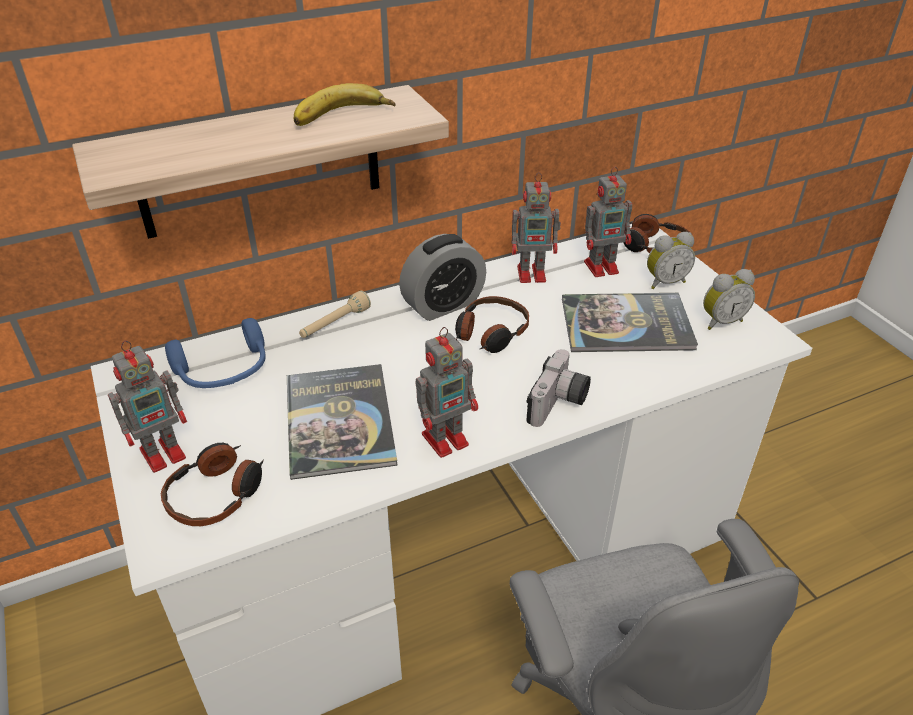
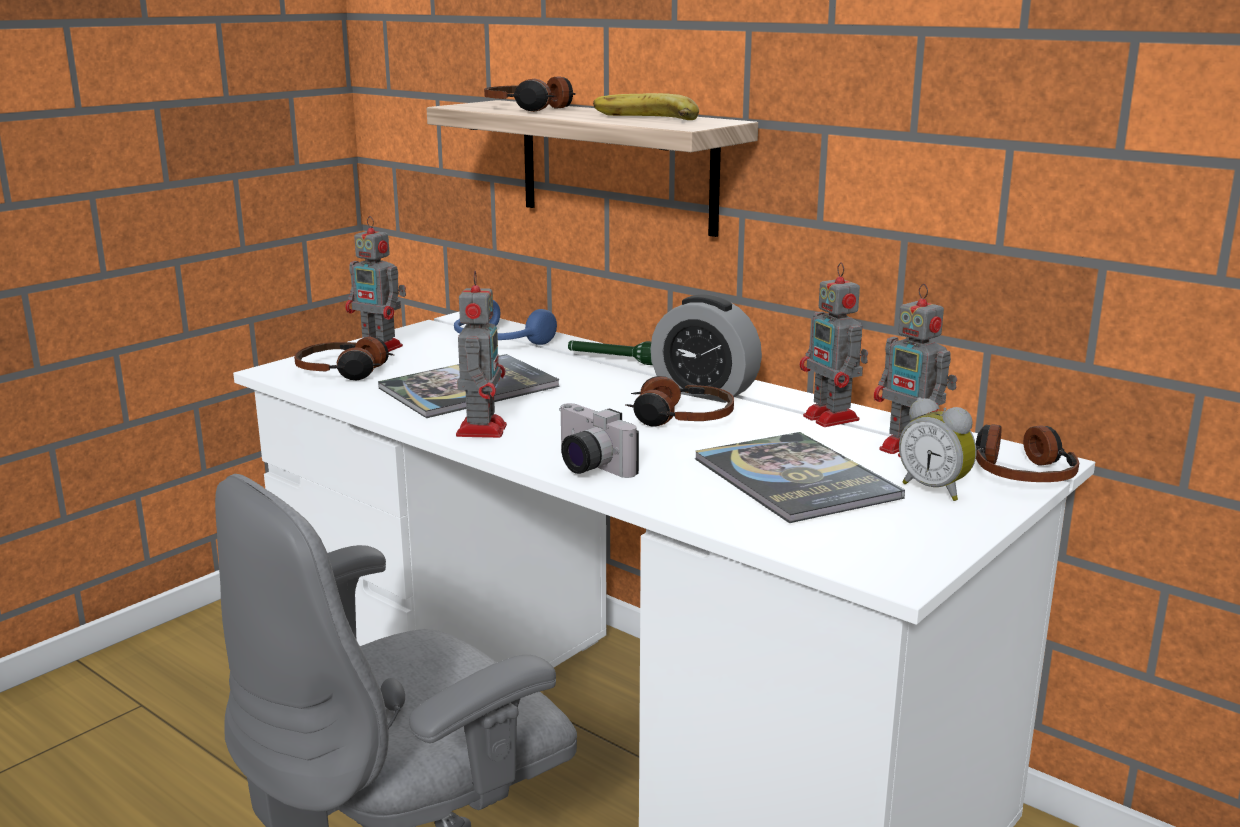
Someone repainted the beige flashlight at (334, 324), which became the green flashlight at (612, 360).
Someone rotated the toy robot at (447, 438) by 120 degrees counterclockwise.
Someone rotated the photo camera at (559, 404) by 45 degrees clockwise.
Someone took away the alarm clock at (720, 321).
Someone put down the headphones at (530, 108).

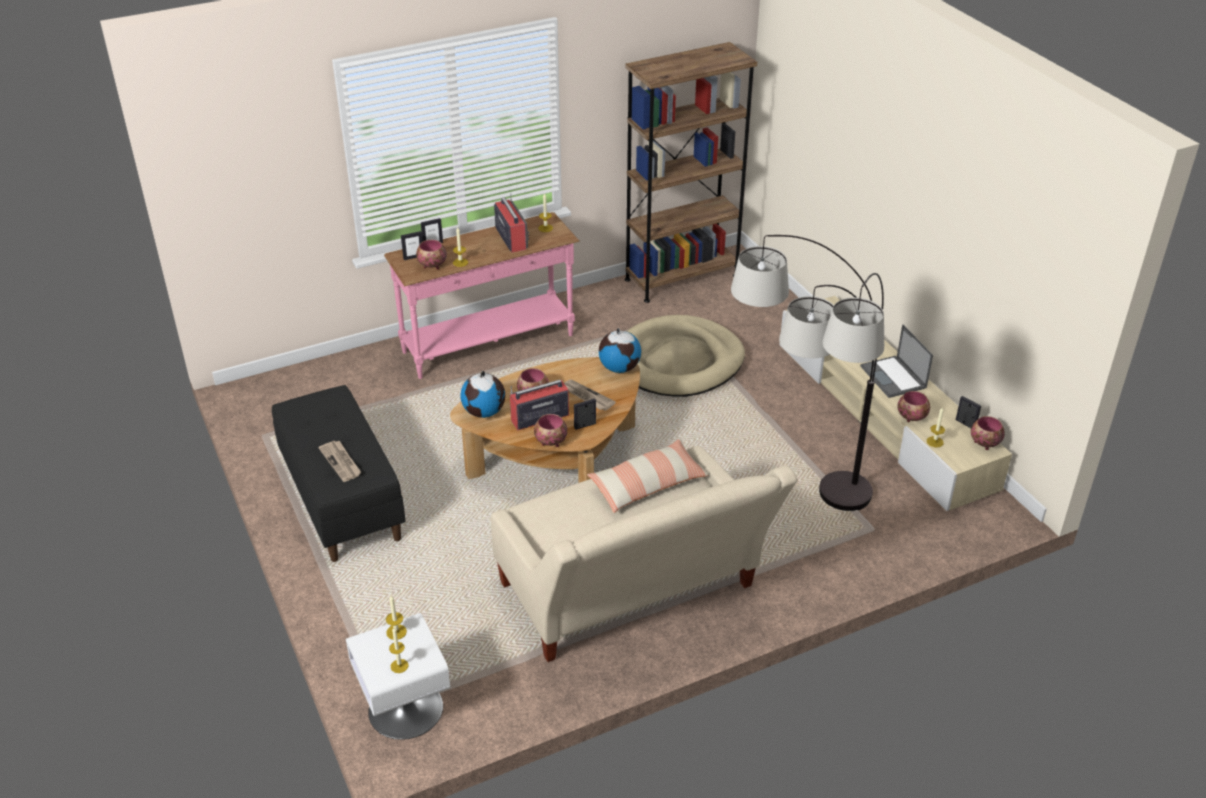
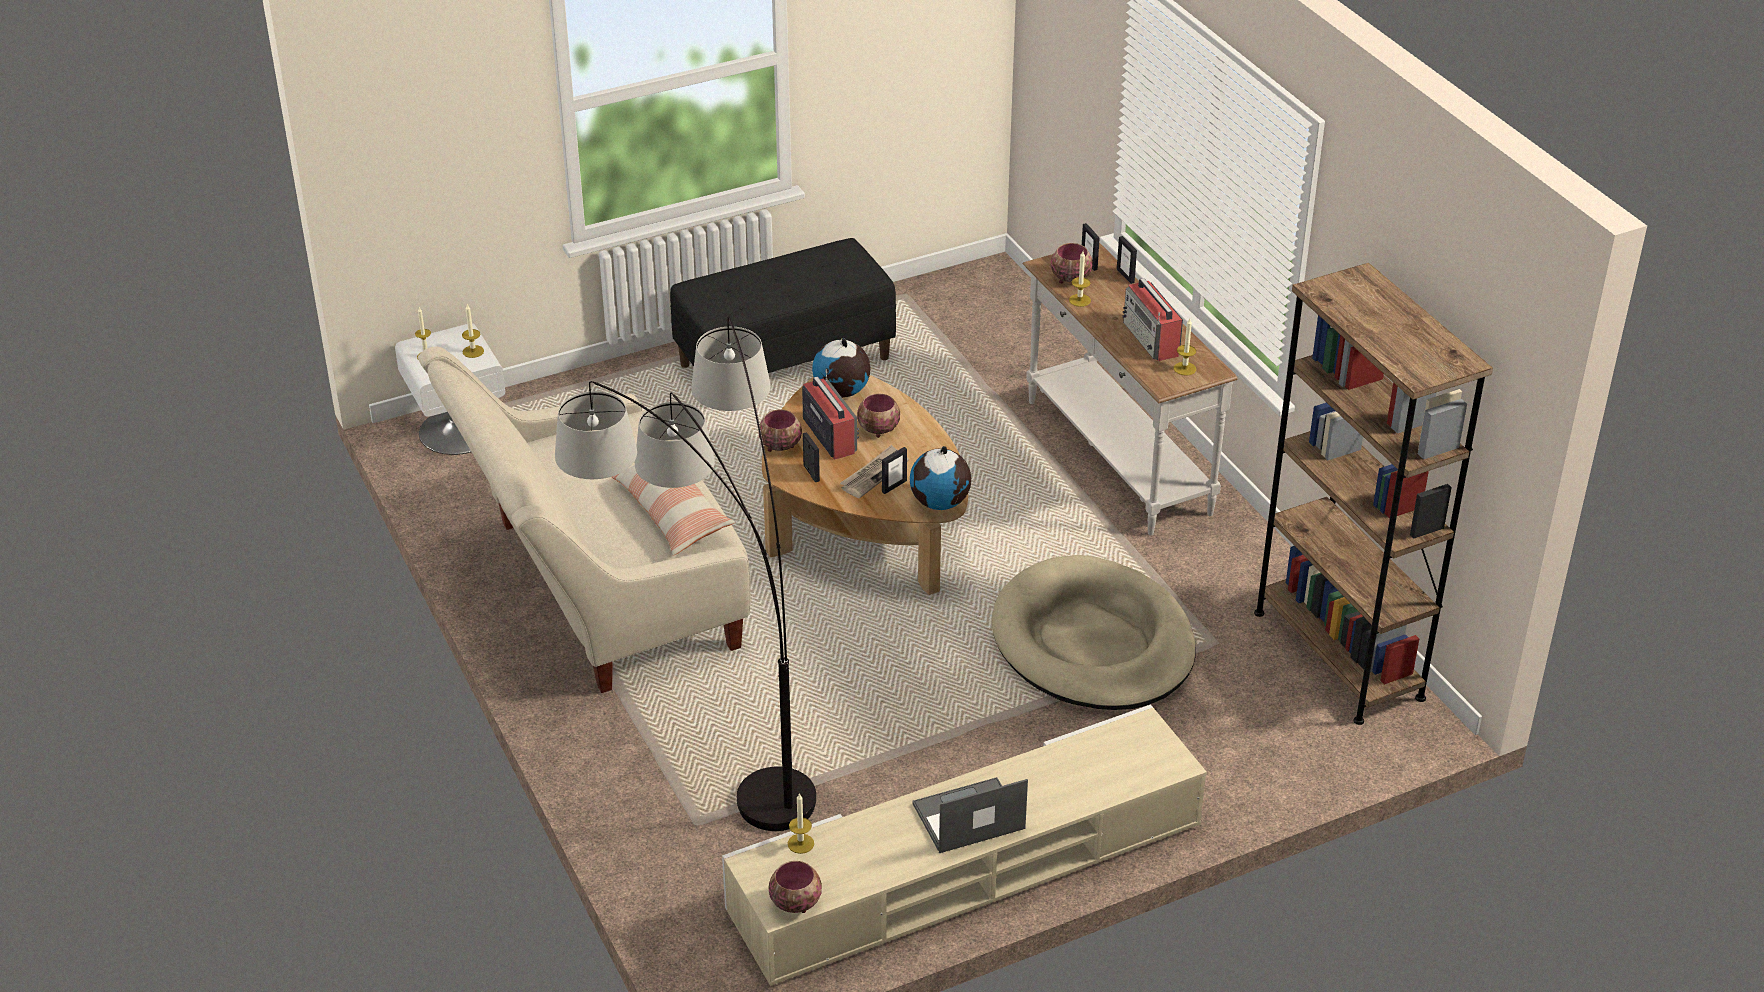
Someone took away the newspaper at (341, 462).
Someone repainted the pink console table at (489, 344), which became the white console table at (1116, 457).
Someone rotated the radio at (511, 238) by 90 degrees clockwise.
Someone took away the bowl at (912, 417).
Someone carried the picture frame from (965, 424) to (894, 486).

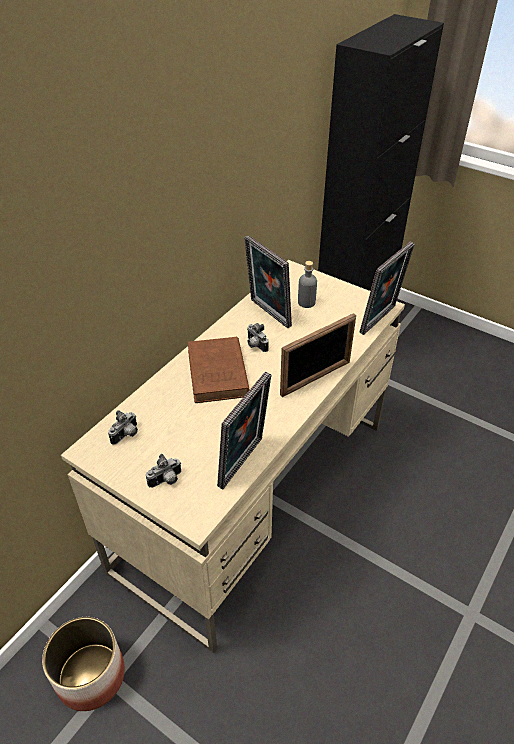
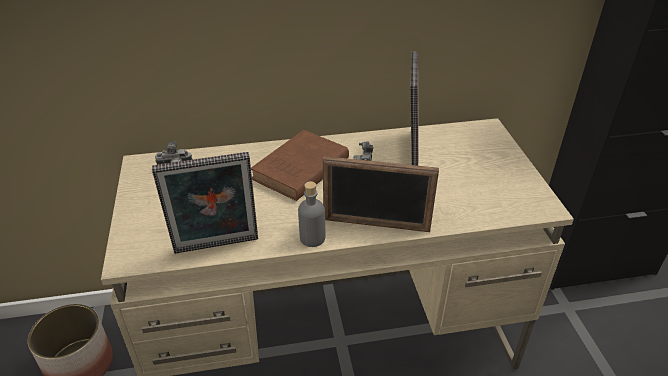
Someone took away the photo camera at (166, 481).
Someone carried the grey bottle from (306, 302) to (312, 238).
Someone took away the picture frame at (380, 321).

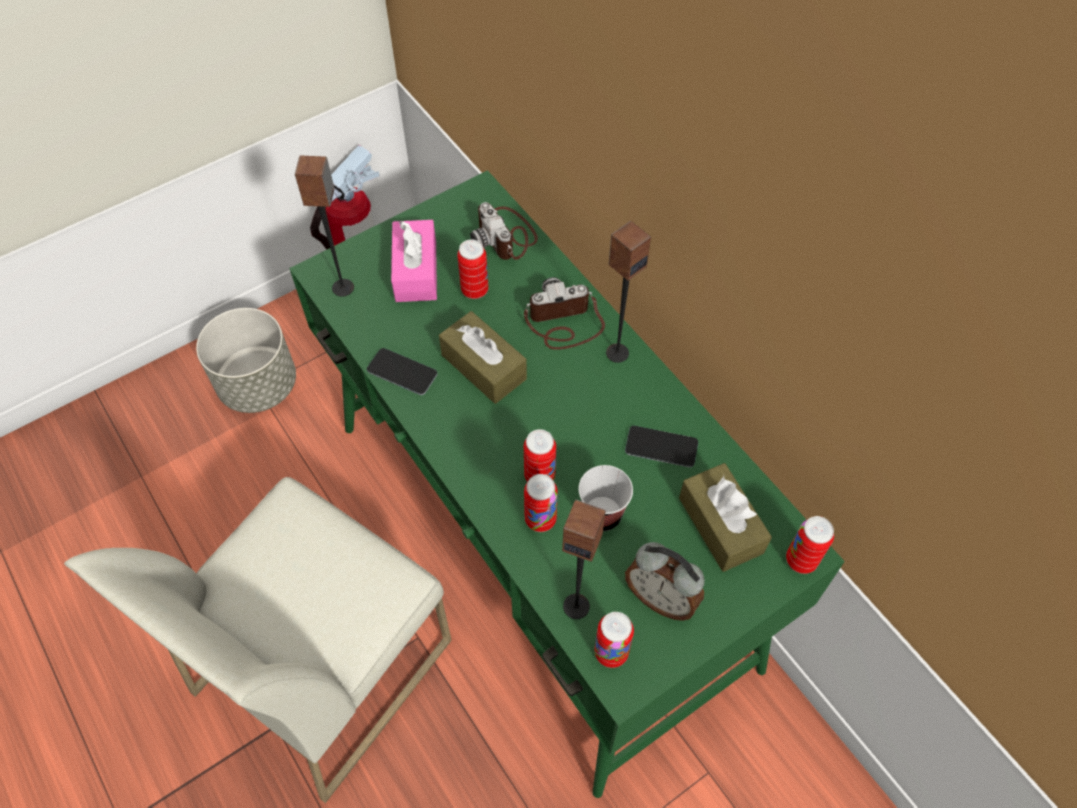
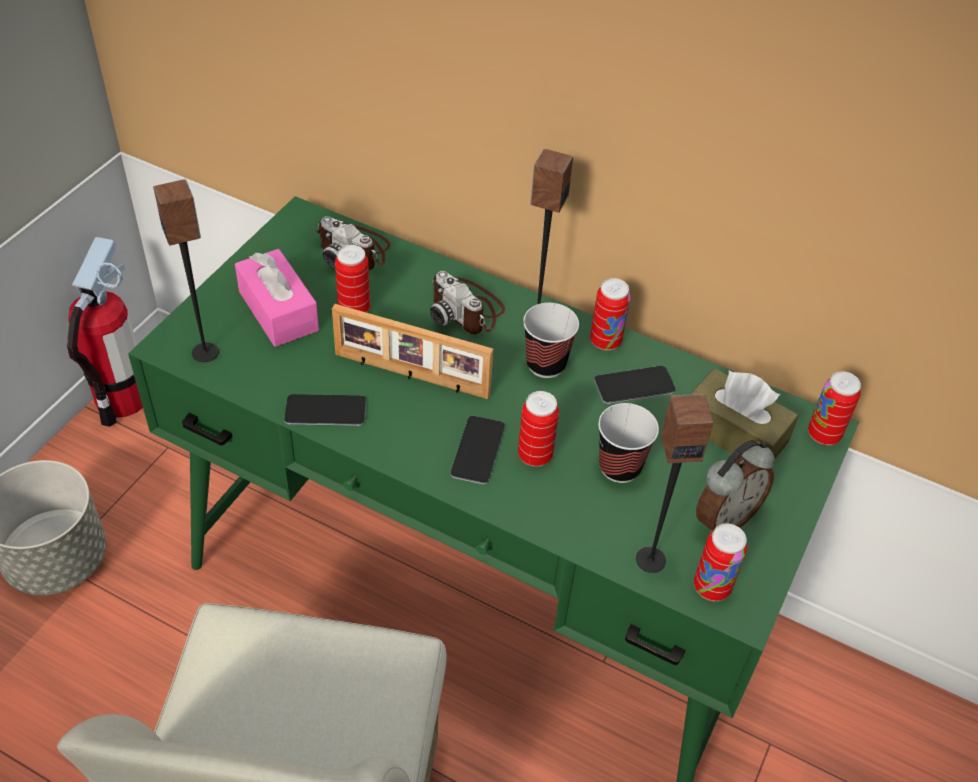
Someone swapped the brown tissue box at (484, 367) for the picture frame at (411, 376).
Someone rotated the photo camera at (564, 323) by 90 degrees counterclockwise.
Someone carried the can from (540, 519) to (605, 341).
Someone rotated the alarm clock at (661, 597) by 45 degrees counterclockwise.
Someone put down the phone at (478, 450).
Someone put down the cup at (546, 364).

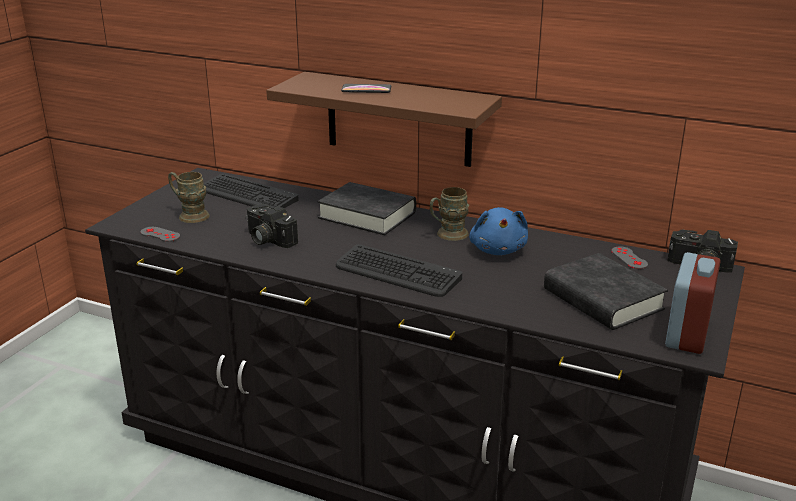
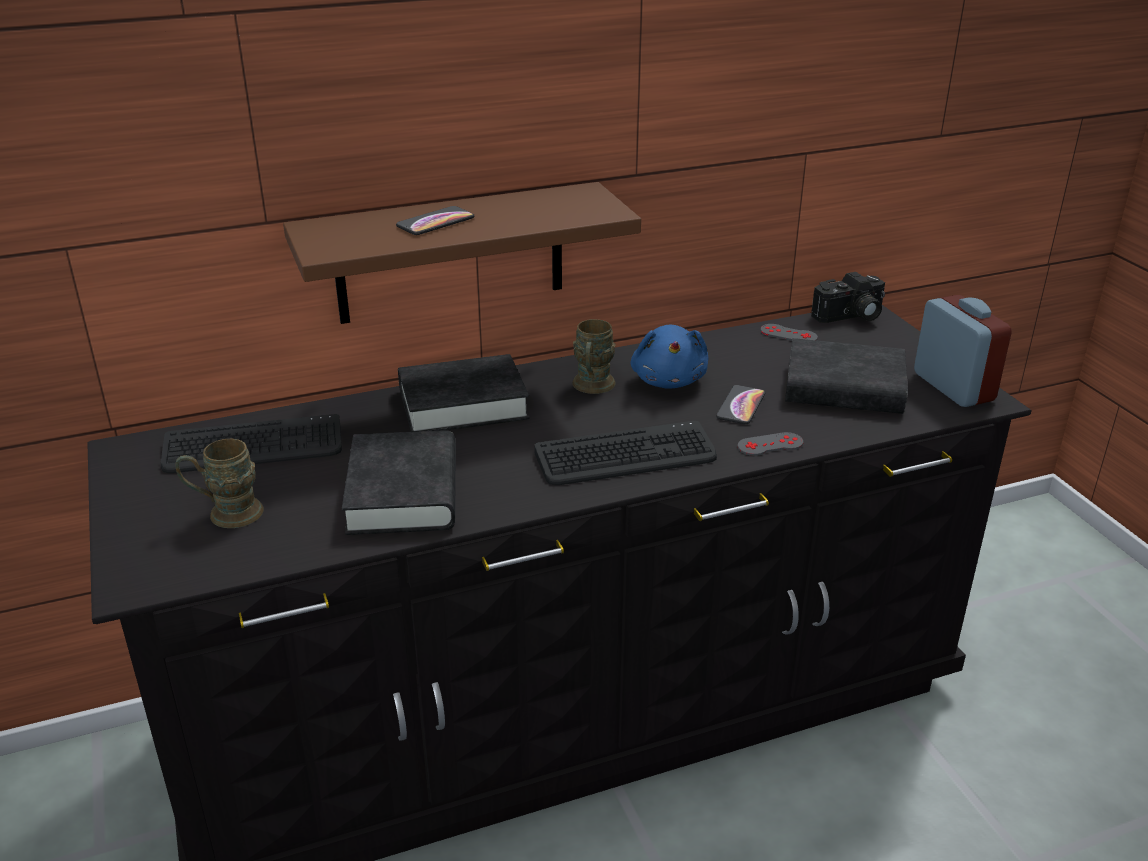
Someone carried the grey game controller from (160, 234) to (770, 444).
Someone swapped the photo camera at (267, 239) for the black book at (403, 493).
Someone rotated the blue plush toy at (498, 249) by 45 degrees clockwise.
Someone put down the phone at (740, 406).

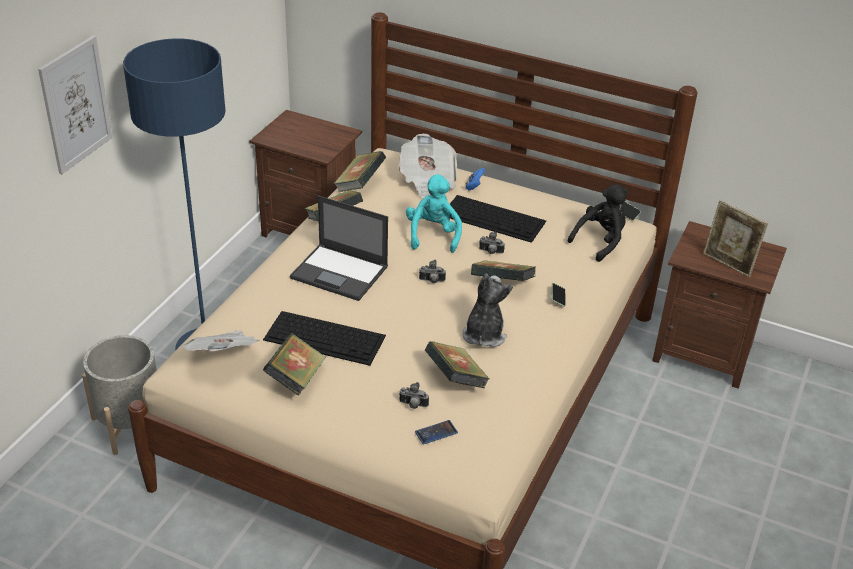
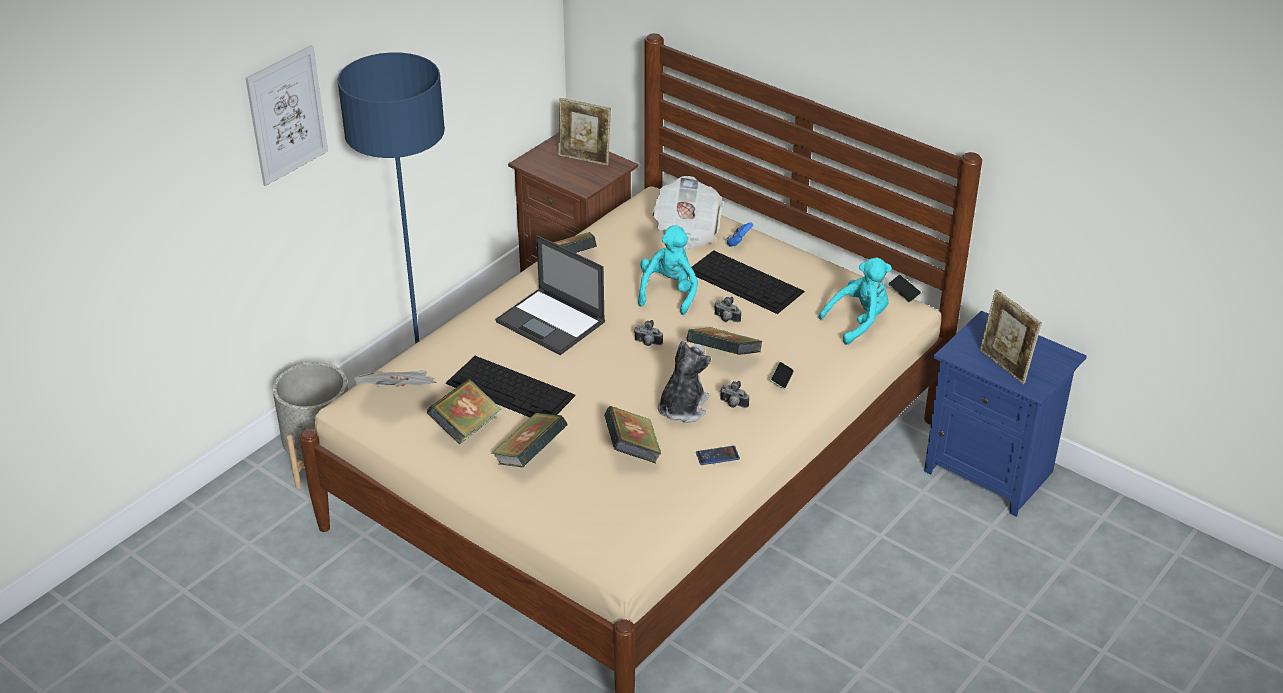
Someone carried the book from (359, 185) to (530, 456).
Someone carried the photo camera from (413, 405) to (733, 404).
Someone carried the phone from (436, 432) to (717, 456).
Someone repainted the black plush toy at (600, 241), which became the turquoise plush toy at (858, 322).
Someone repainted the brown nightstand at (703, 353), which became the blue nightstand at (990, 471).
Someone put down the picture frame at (584, 159).

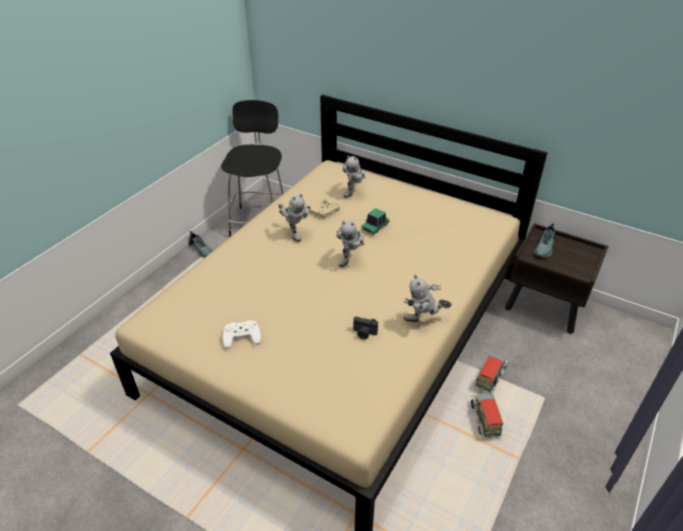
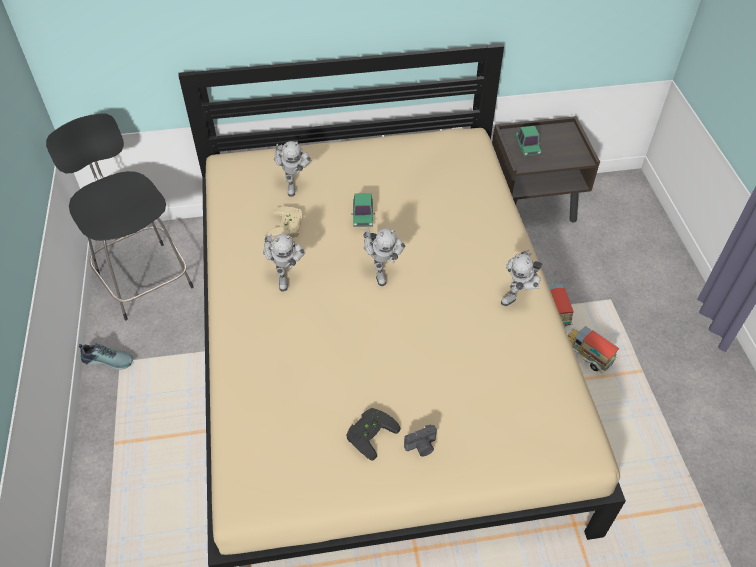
Someone repainted the white game controller at (242, 334), which became the black game controller at (369, 432).
Someone rotated the toy robot at (294, 233) by 60 degrees clockwise.
Someone carried the photo camera from (364, 333) to (421, 447).
Someone swapped the shoe at (545, 247) for the toy car at (527, 147).

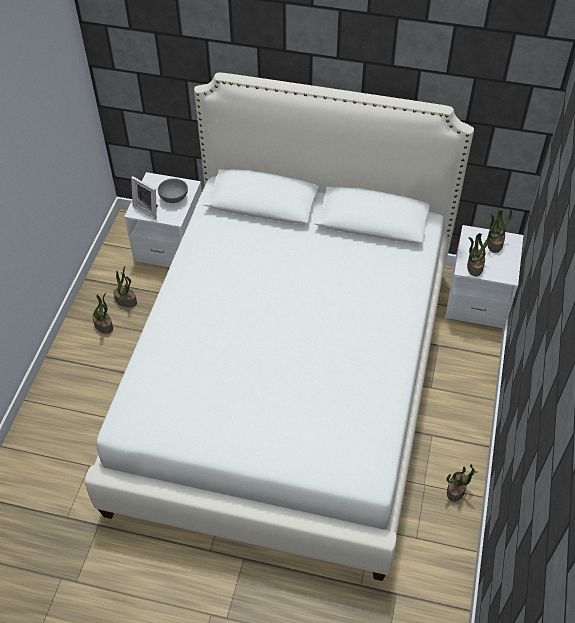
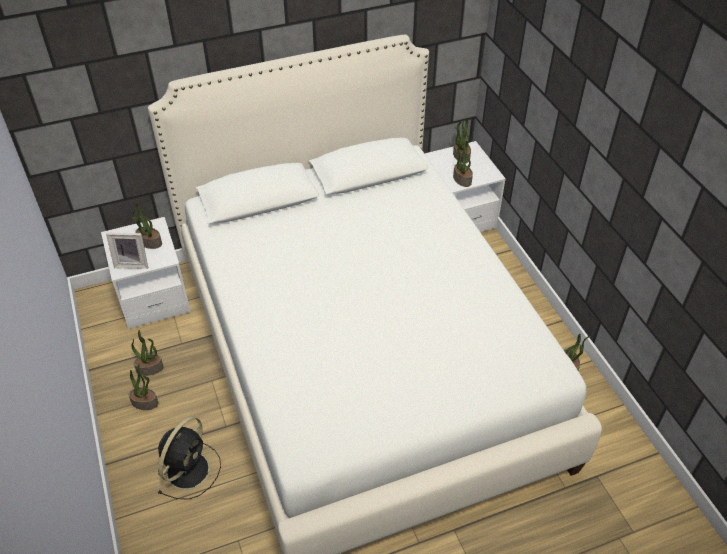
Someone swapped the grey bowl at (173, 198) for the potted plant at (149, 242).
Someone put down the black fan at (189, 468).

